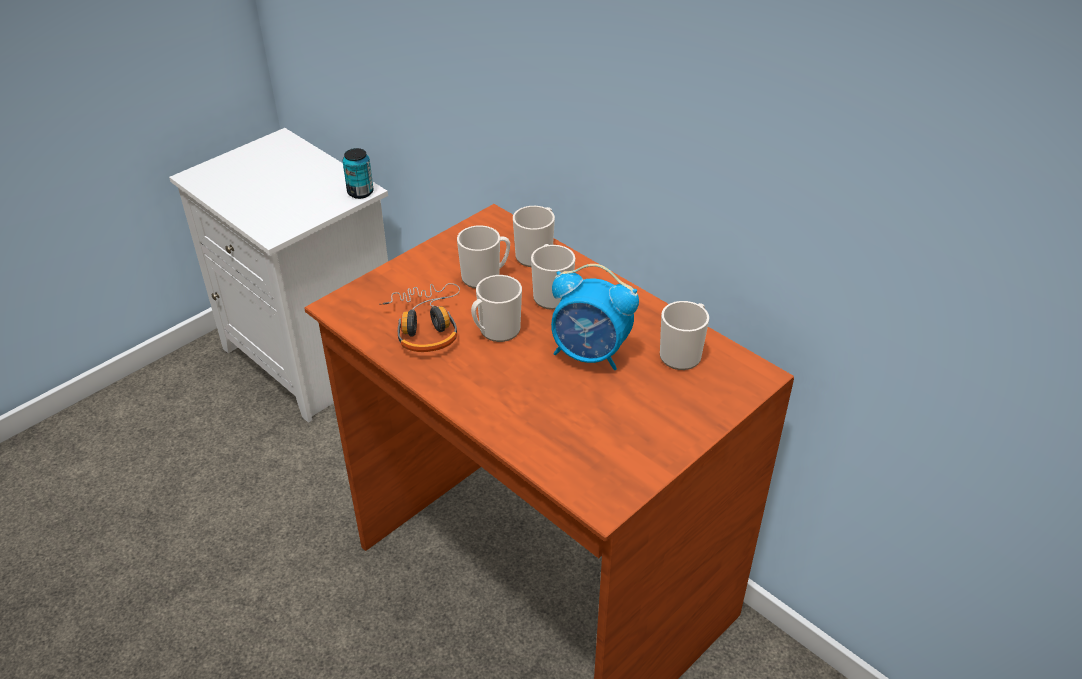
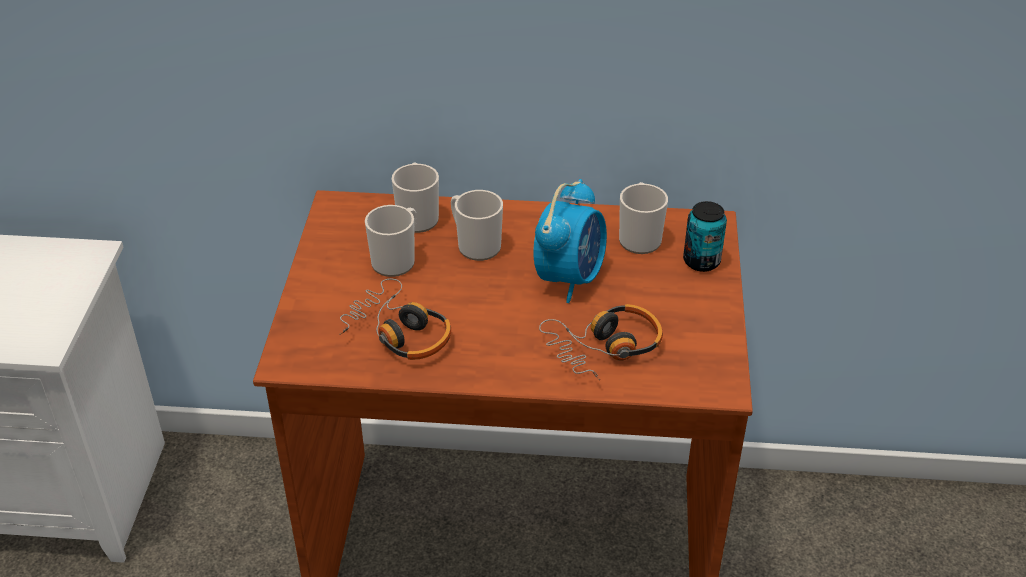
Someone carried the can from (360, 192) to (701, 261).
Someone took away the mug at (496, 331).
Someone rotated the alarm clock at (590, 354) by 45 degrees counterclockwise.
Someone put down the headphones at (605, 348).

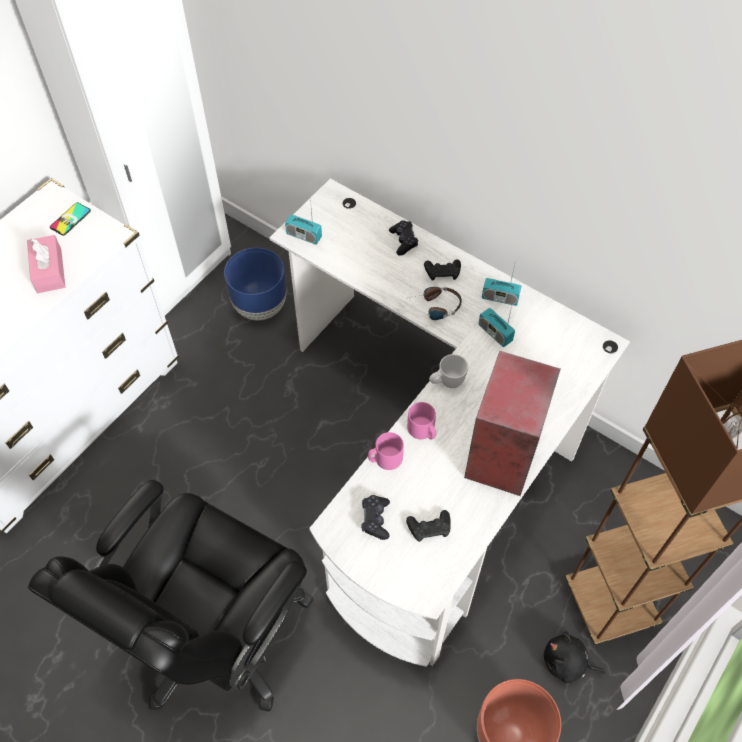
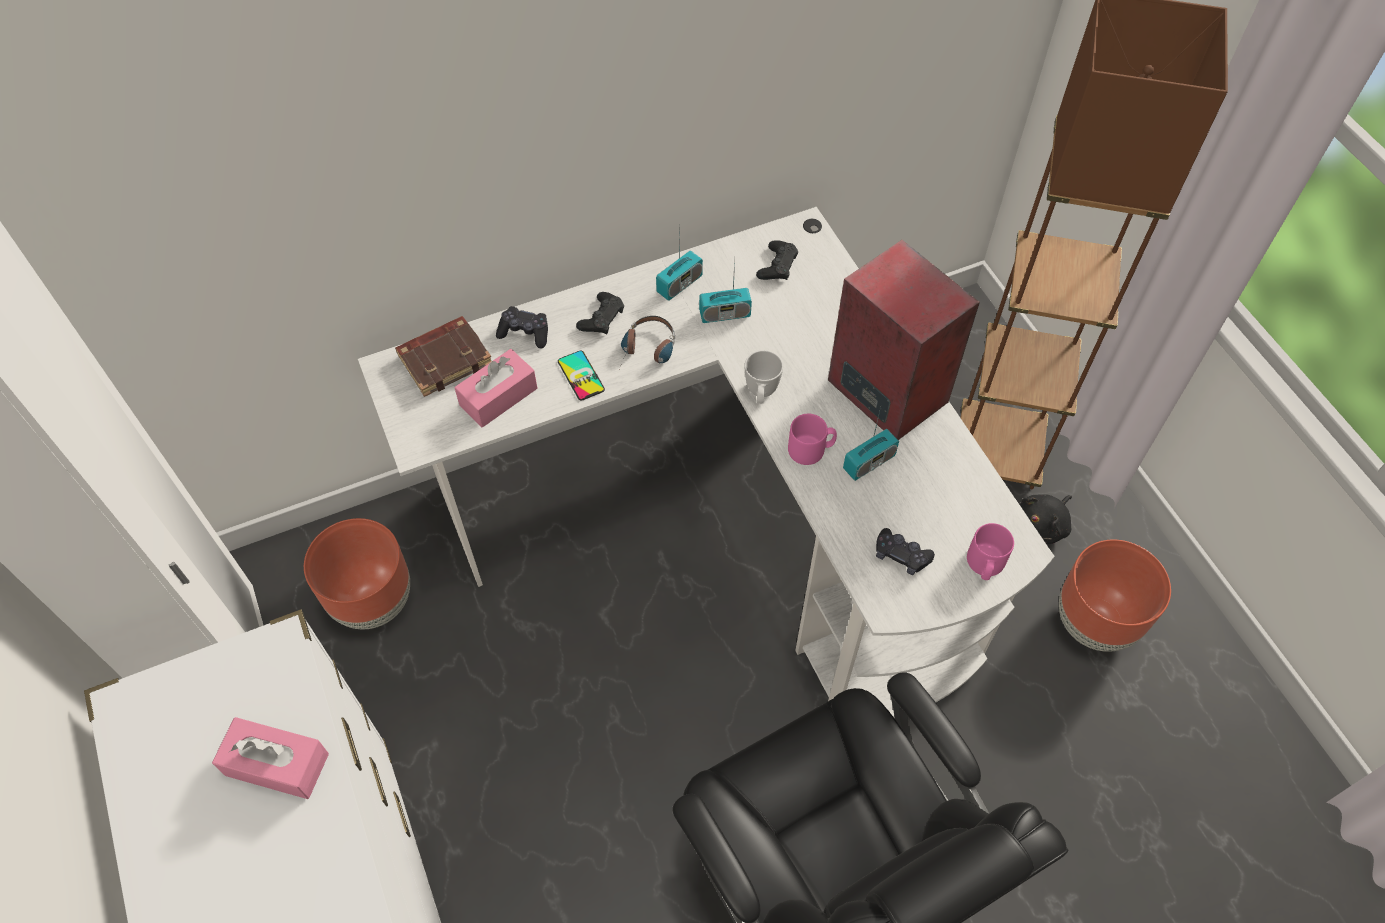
Someone carried the phone from (70, 219) to (581, 375).
Someone repainted the blue planter at (259, 306), which became the brown planter at (372, 602).
Someone carried the radio from (304, 236) to (869, 463).
Someone carried the pink mug from (385, 459) to (984, 564).
Someone carried the black game controller from (429, 527) to (777, 266).
Someone put down the brown book at (445, 359).
Someone put down the pink tissue box at (498, 397).

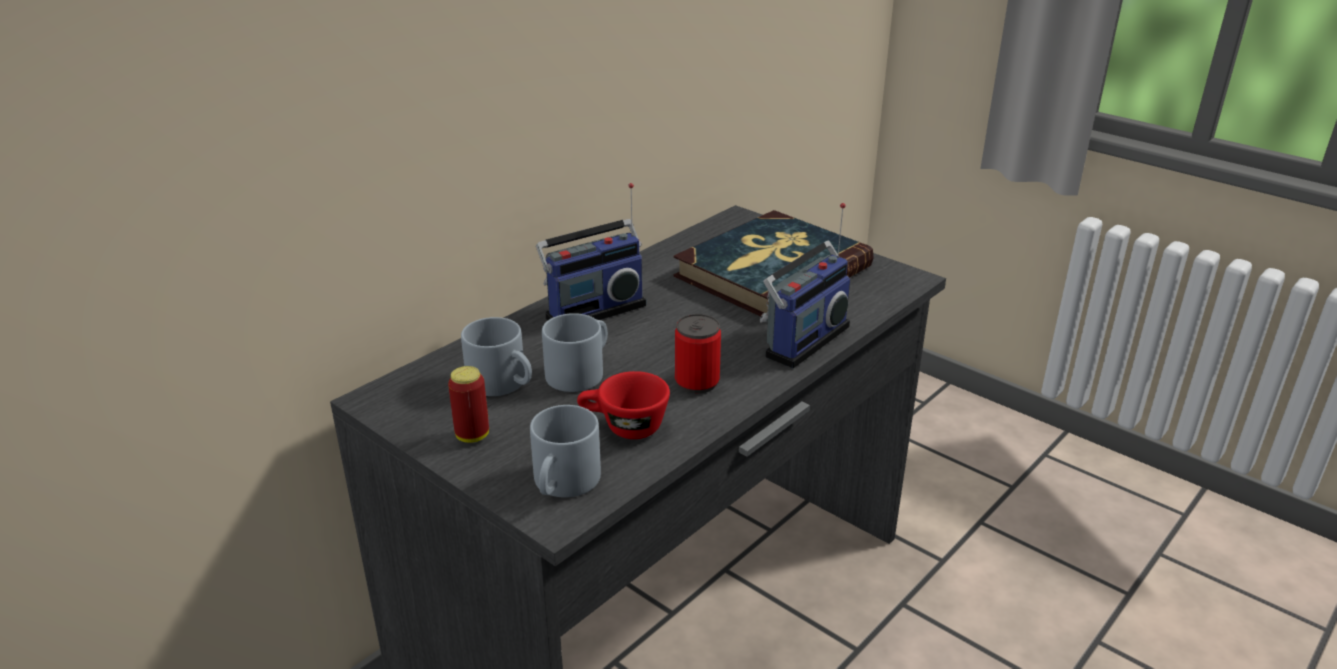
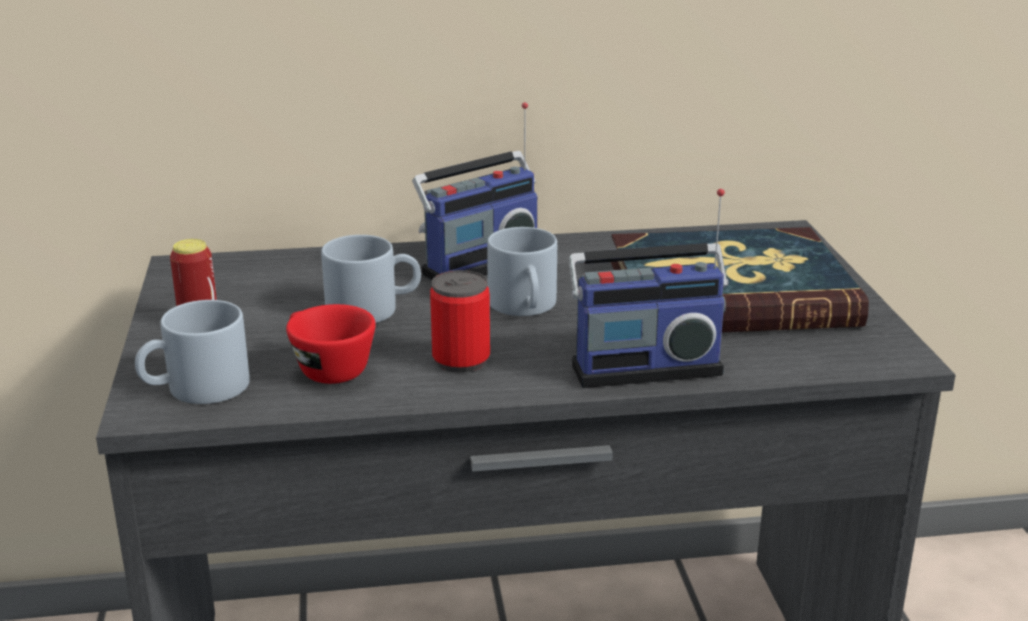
Someone carried the grey mug from (504, 383) to (526, 306).
Someone rotated the radio at (593, 310) by 45 degrees counterclockwise.

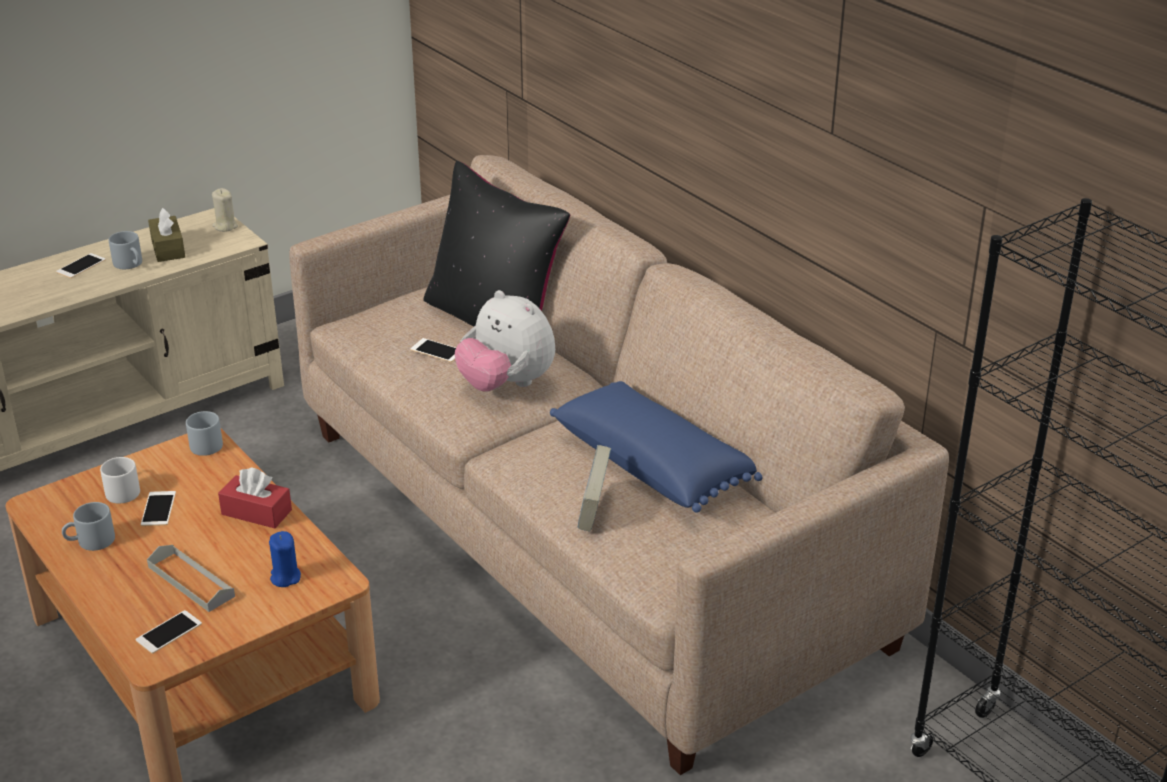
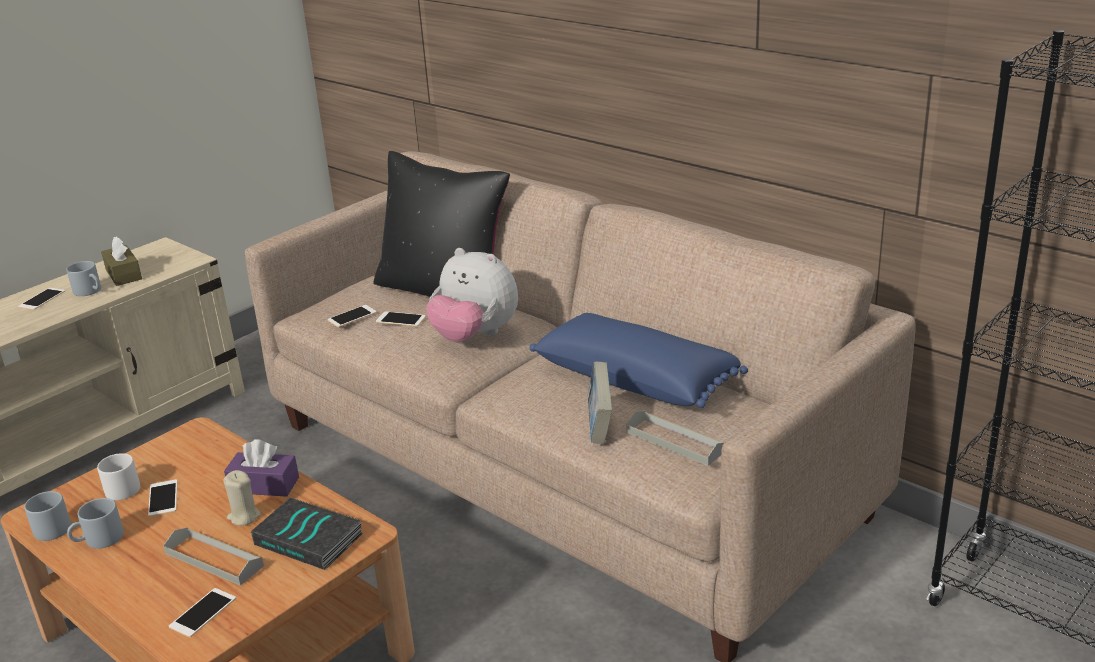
Someone carried the grey mug from (207, 443) to (54, 525).
Someone carried the beige candle from (225, 226) to (244, 516).
Someone repainted the red tissue box at (256, 512), which became the purple tissue box at (264, 485).
Someone swapped the blue candle at (285, 577) for the book at (310, 539).
Someone put down the phone at (352, 316).
Someone put down the grey tray at (675, 441).

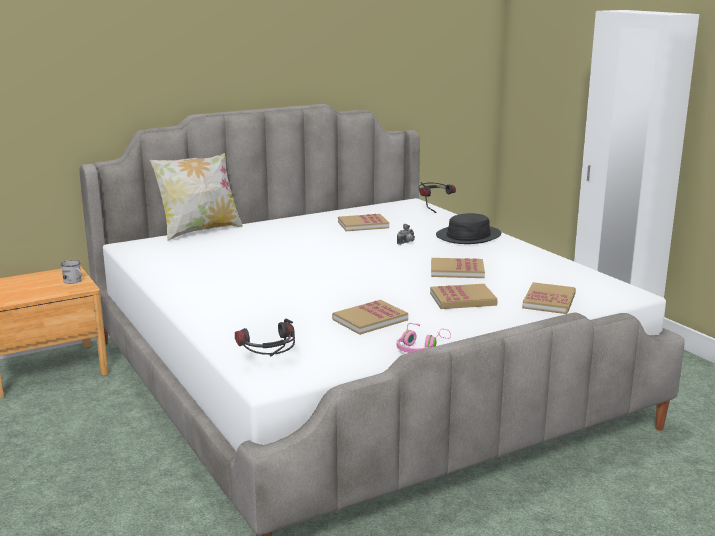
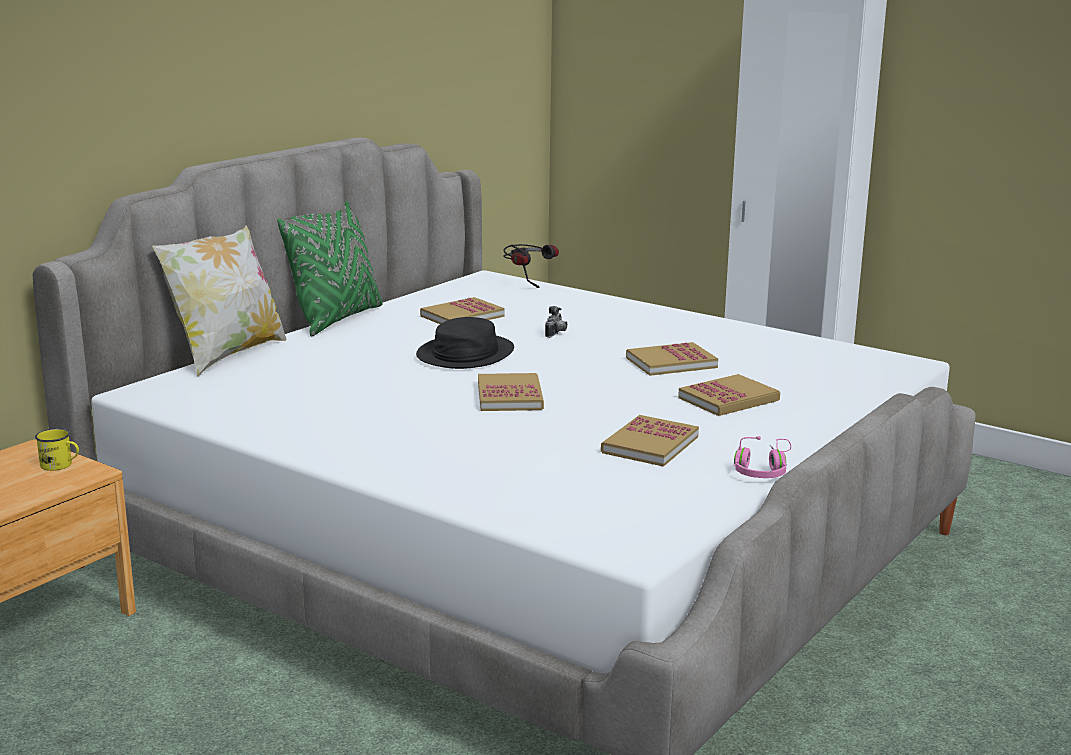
Someone repainted the white mug at (74, 281), which became the yellow mug at (60, 465).
Someone took away the headphones at (269, 368).
Someone carried the black hat from (468, 236) to (465, 354).
Someone carried the book from (549, 301) to (509, 396).
Someone put down the green pillow at (335, 319).

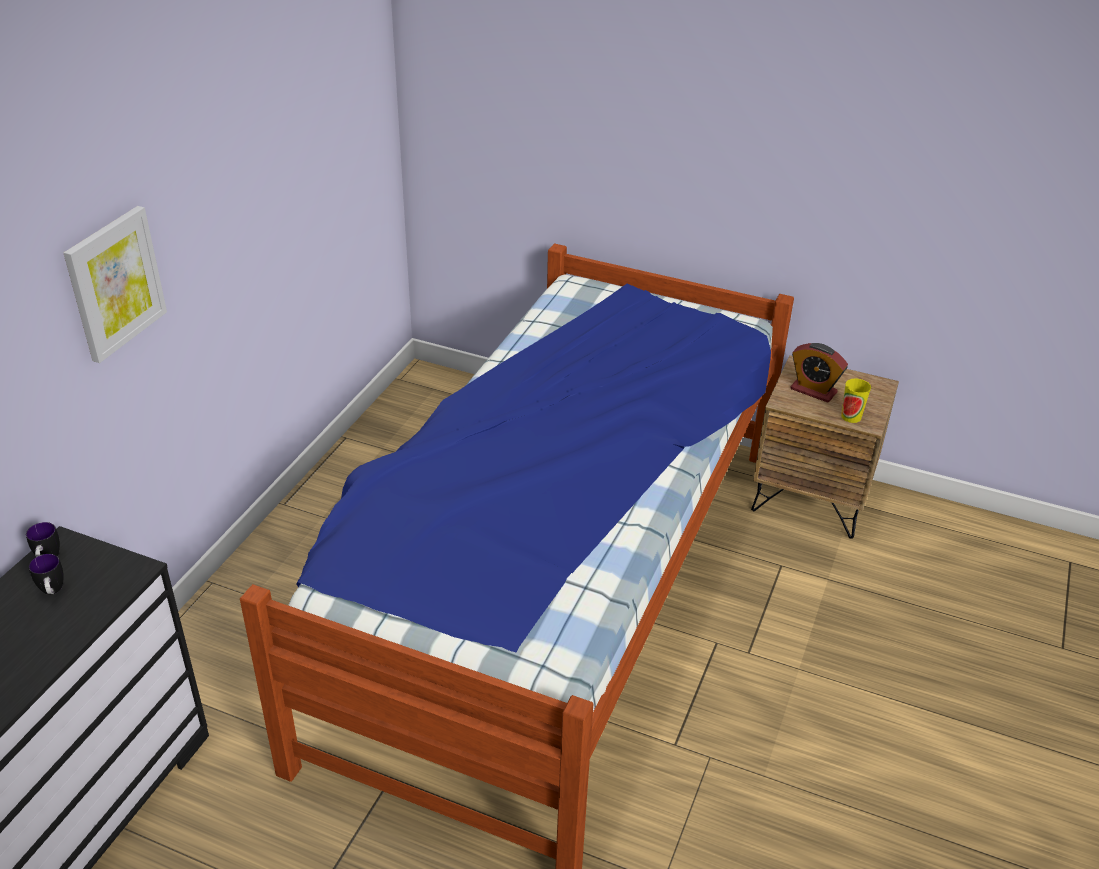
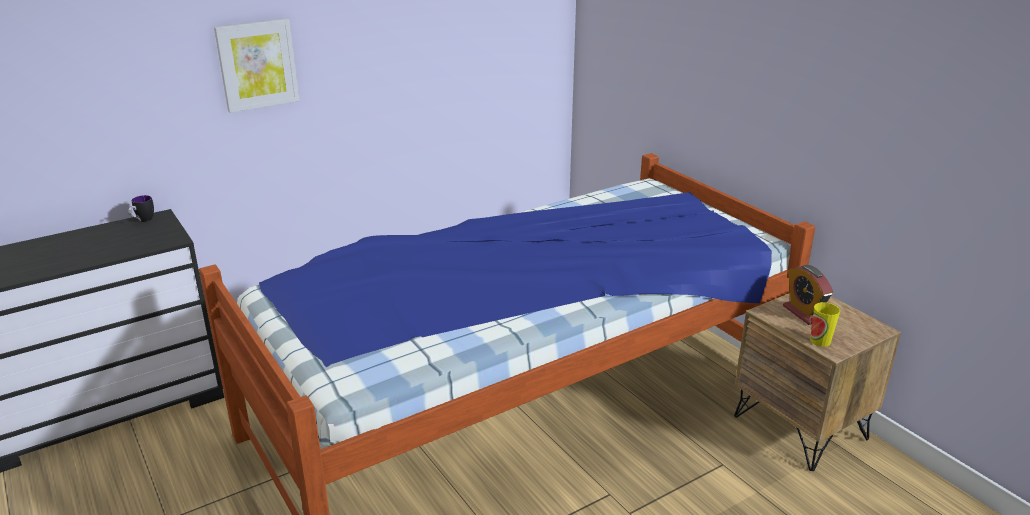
Someone took away the mug at (52, 592).

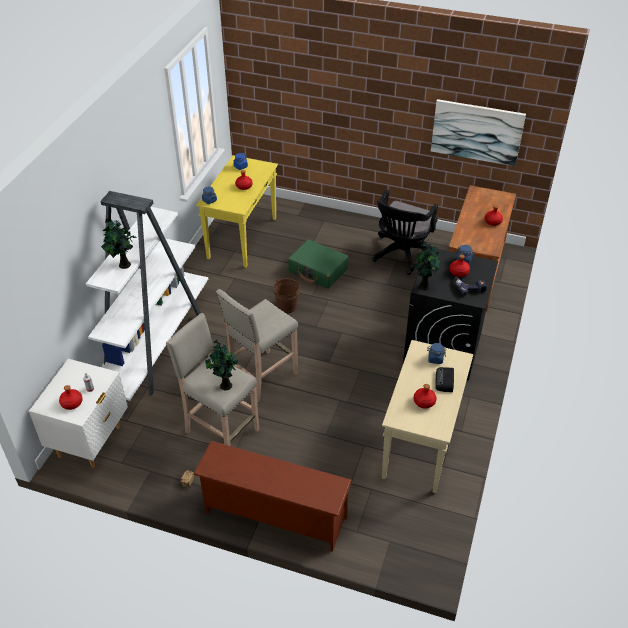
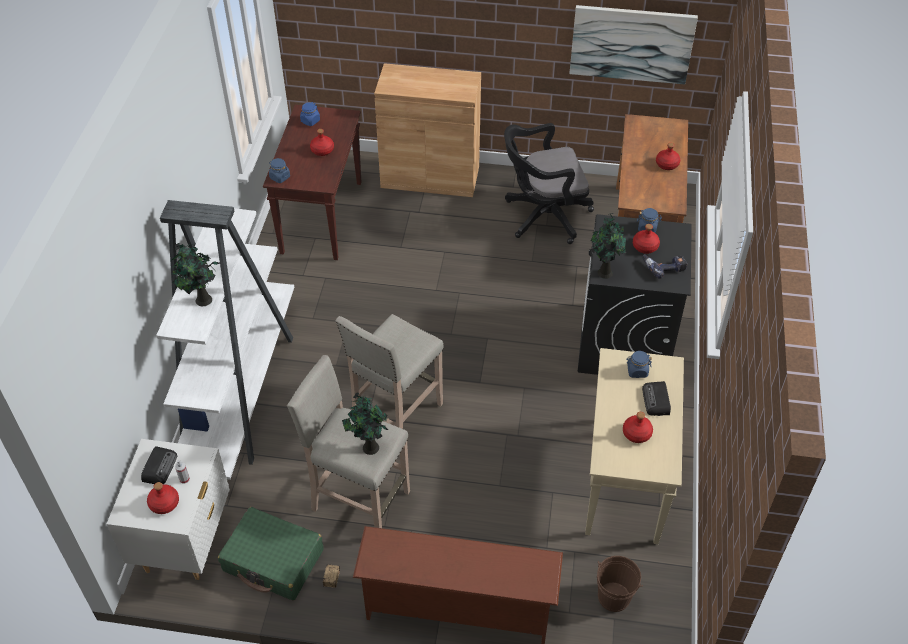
Someone repainted the yellow console table at (242, 238), which became the brown console table at (321, 217).
Someone carried the brown bucket from (287, 306) to (614, 597).
Someone carried the green suitcase from (318, 270) to (273, 561).
Someone rotated the black office chair at (402, 255) by 60 degrees clockwise.
Someone put down the radio at (160, 467).
Someone put down the brown cabinet at (430, 177).

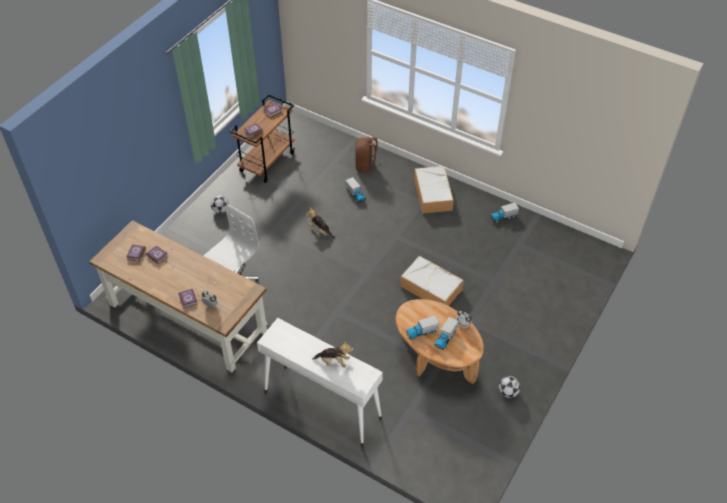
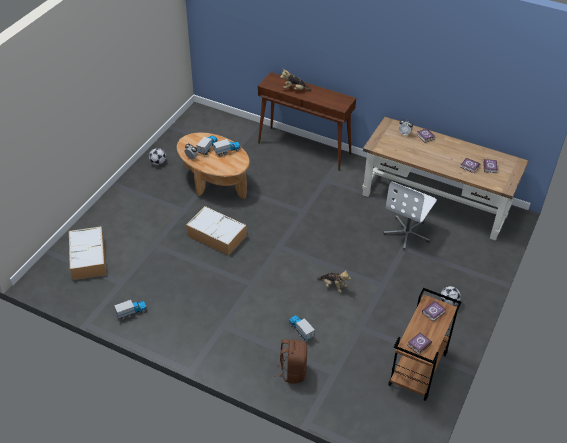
Someone repainted the white console table at (322, 406), which became the brown console table at (304, 148).
Someone carried the storage box from (432, 194) to (89, 258).

